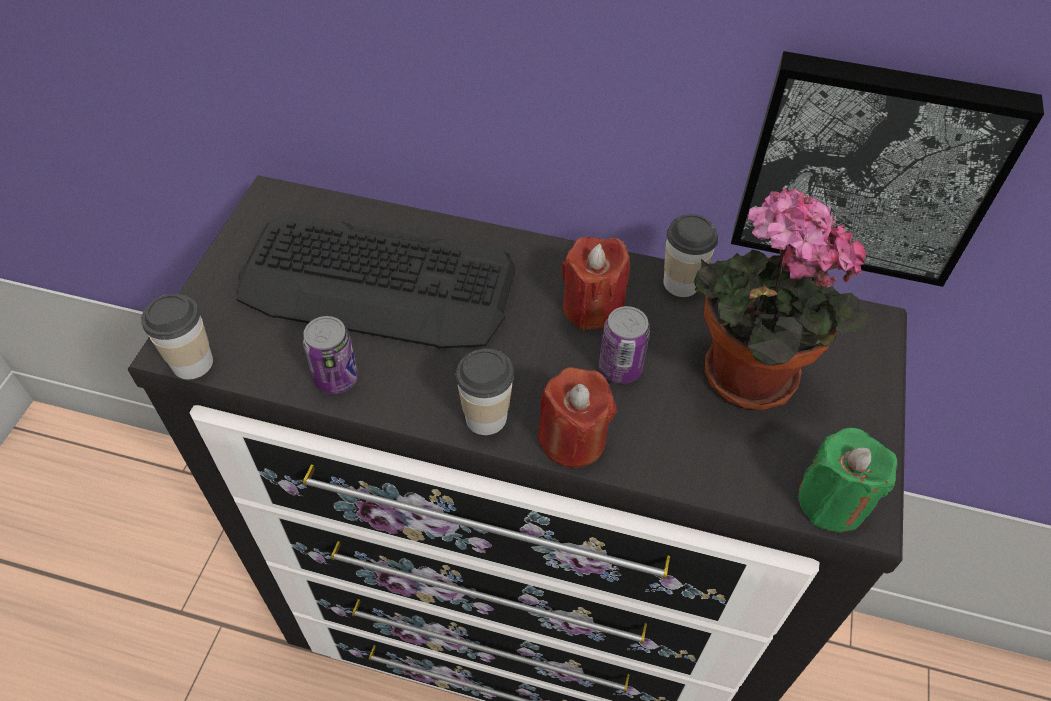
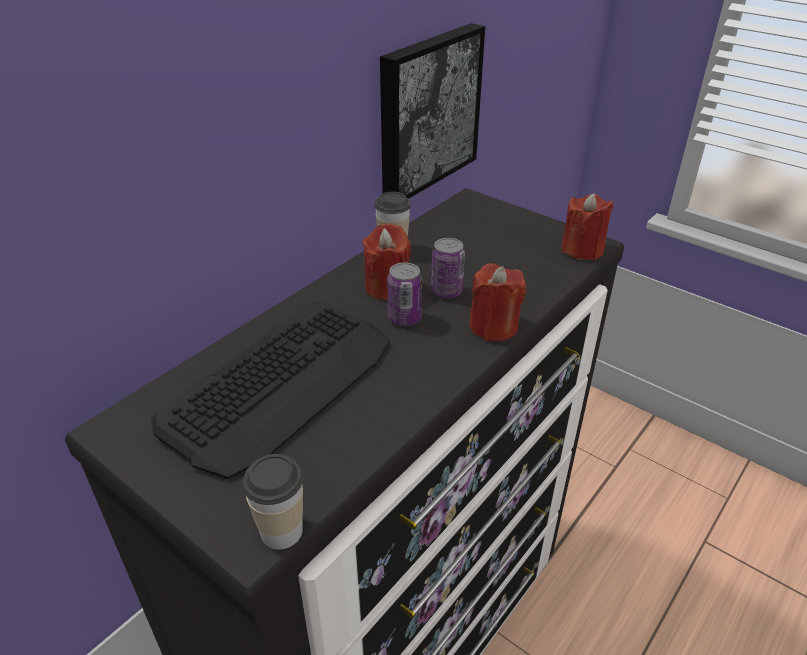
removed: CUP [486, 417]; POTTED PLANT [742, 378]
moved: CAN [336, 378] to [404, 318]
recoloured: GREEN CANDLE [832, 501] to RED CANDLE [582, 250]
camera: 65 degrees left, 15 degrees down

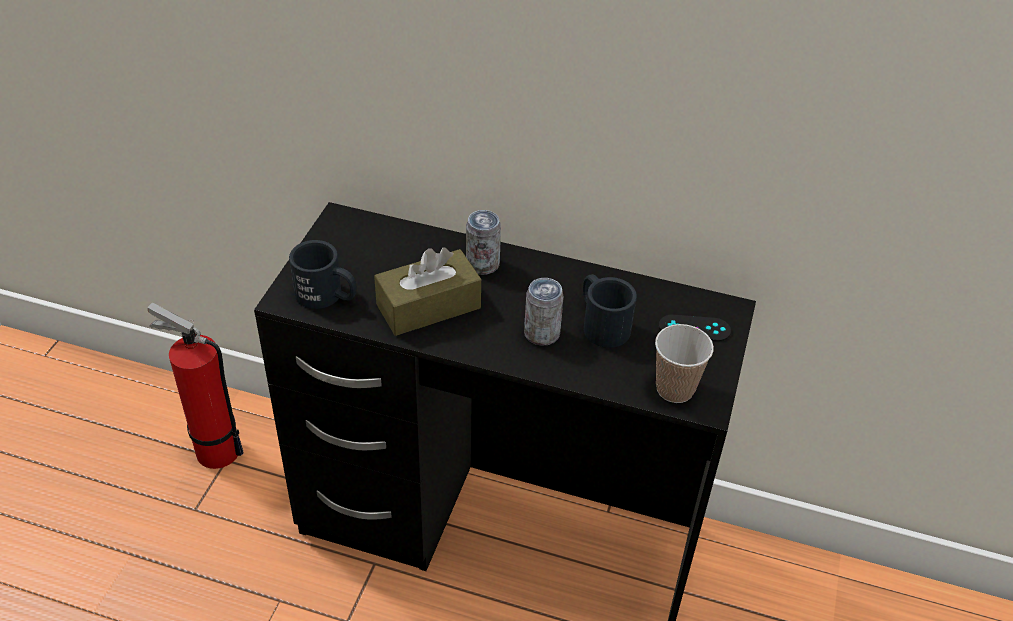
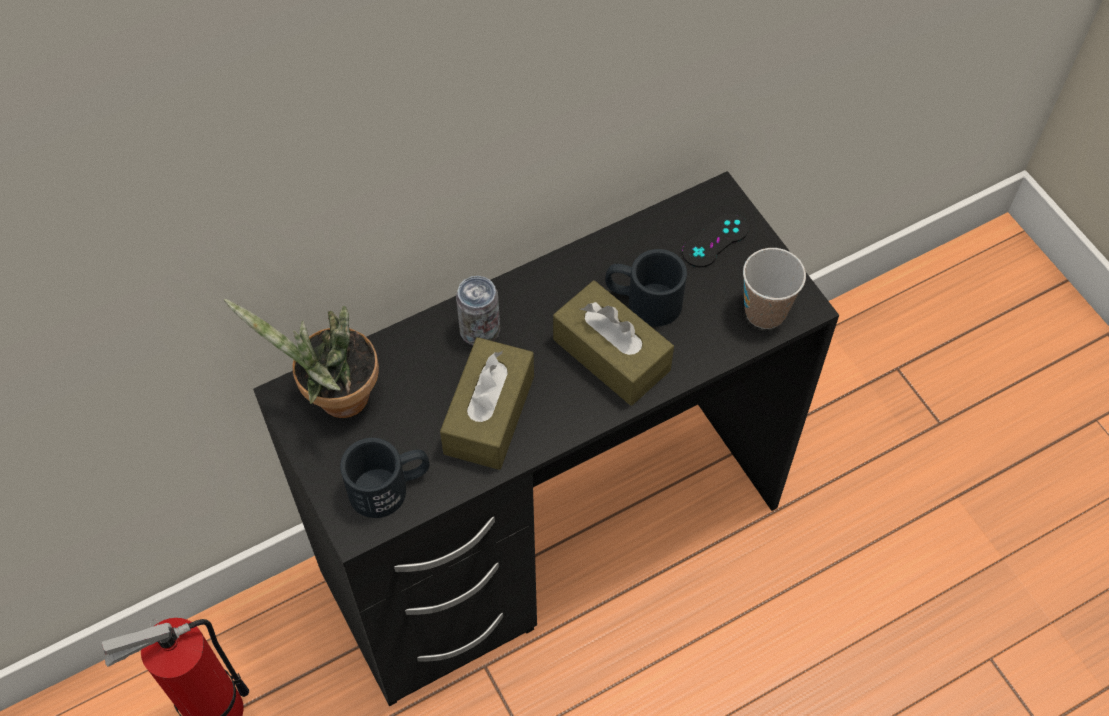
added: POTTED PLANT [335, 399]
replaced: CAN [541, 334] to BROWN TISSUE BOX [611, 355]
camera: 45 degrees left, 15 degrees up

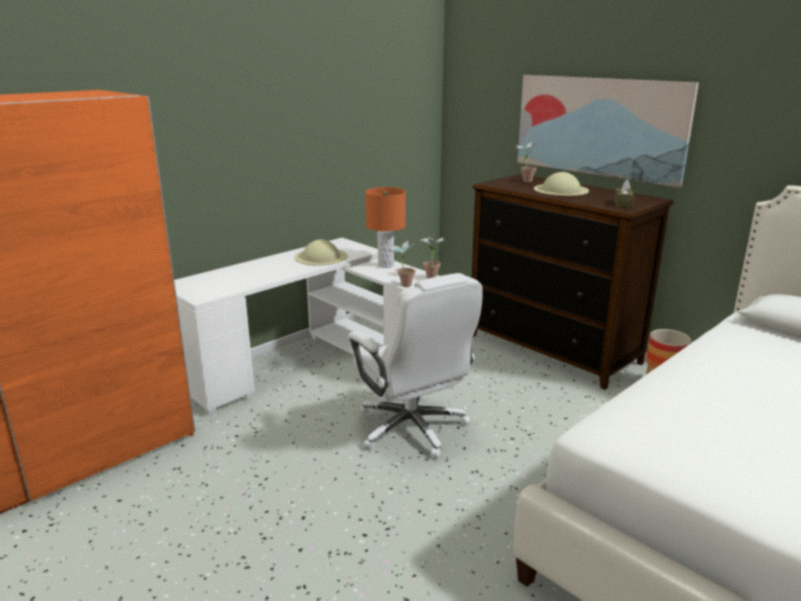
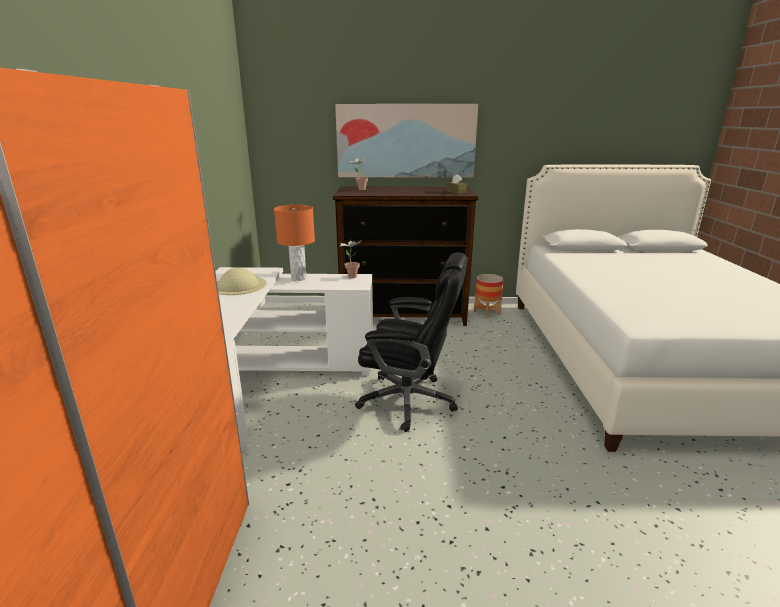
removed: POTTED PLANT [402, 285]; BEIGE HAT [561, 190]
recoloured: WHITE OFFICE CHAIR [412, 429] to BLACK OFFICE CHAIR [409, 401]
camera: 45 degrees left, 0 degrees up

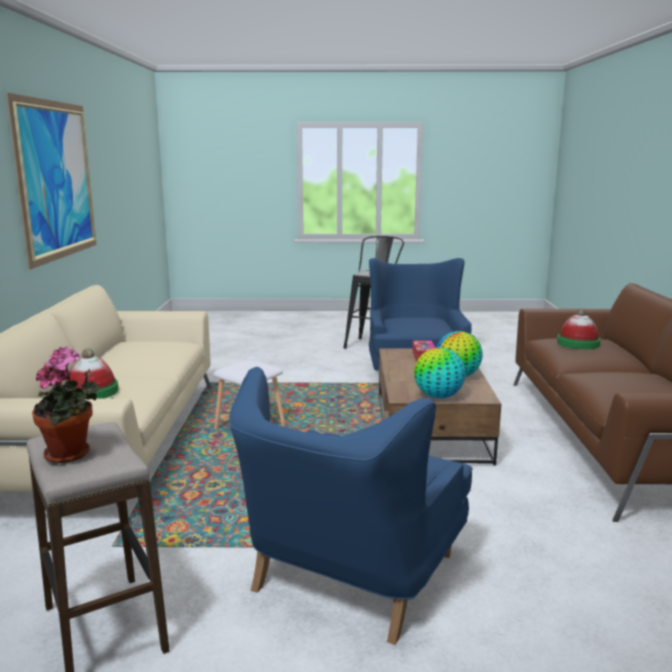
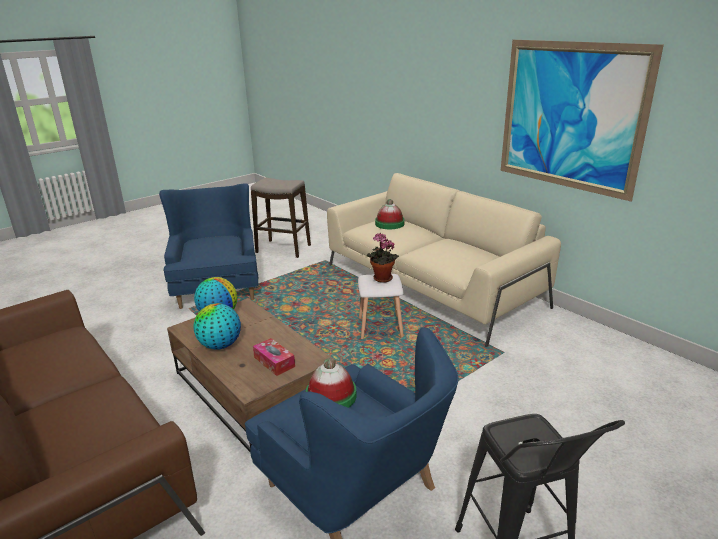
moved: POTTED PLANT [71, 454] to [381, 279]; HAT [578, 343] to [331, 396]
camera: 140 degrees right, 10 degrees up

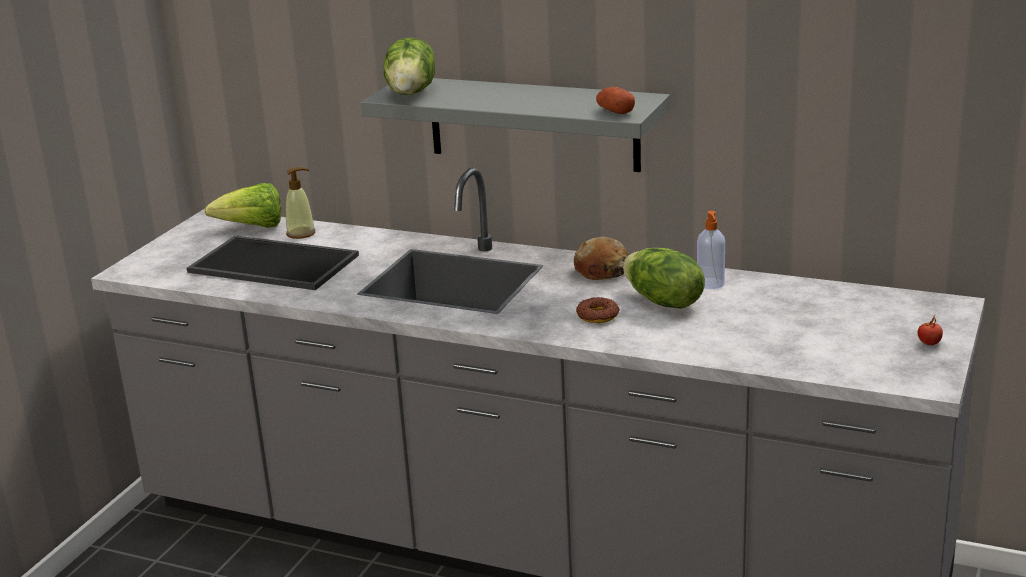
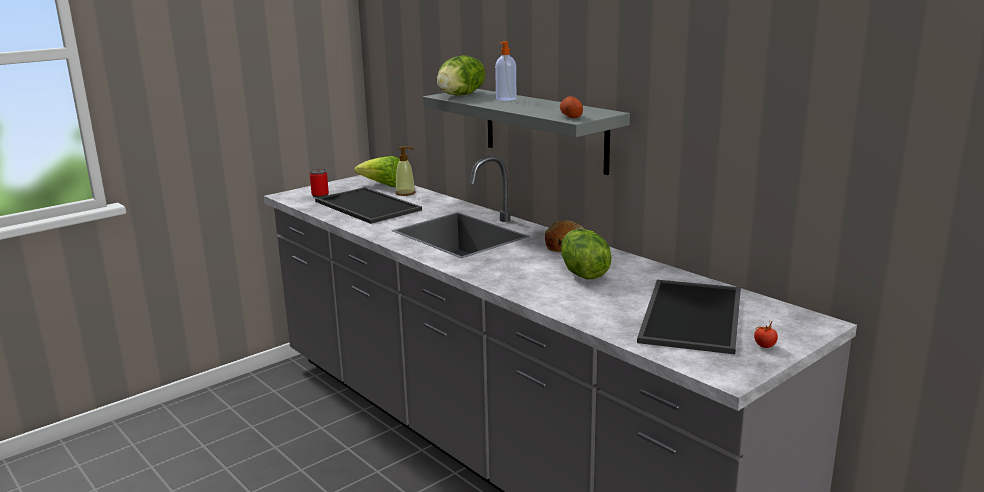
removed: DONUT [597, 316]
added: CAN [320, 195]; TRAY [694, 316]
moved: SOAP DISPENSER [710, 284] to [505, 99]
camera: 25 degrees right, 5 degrees down

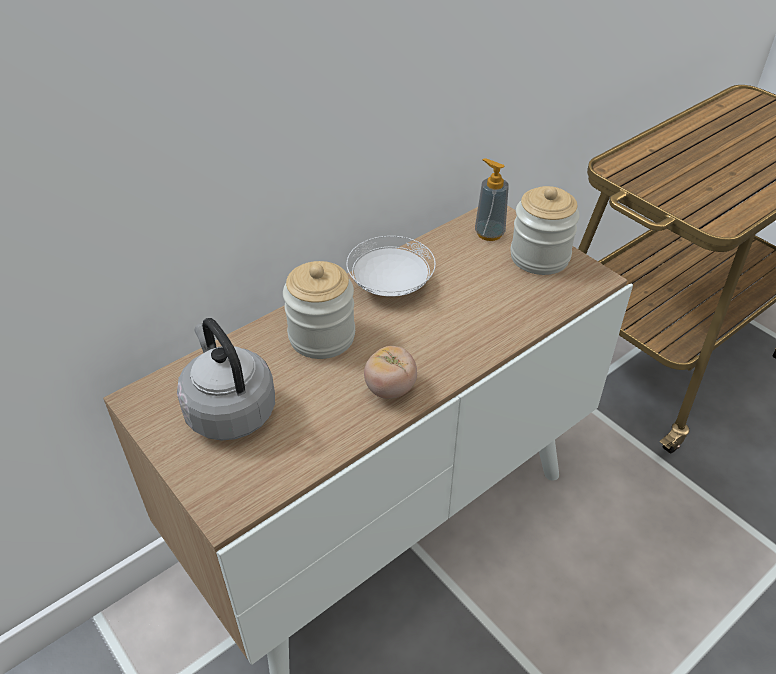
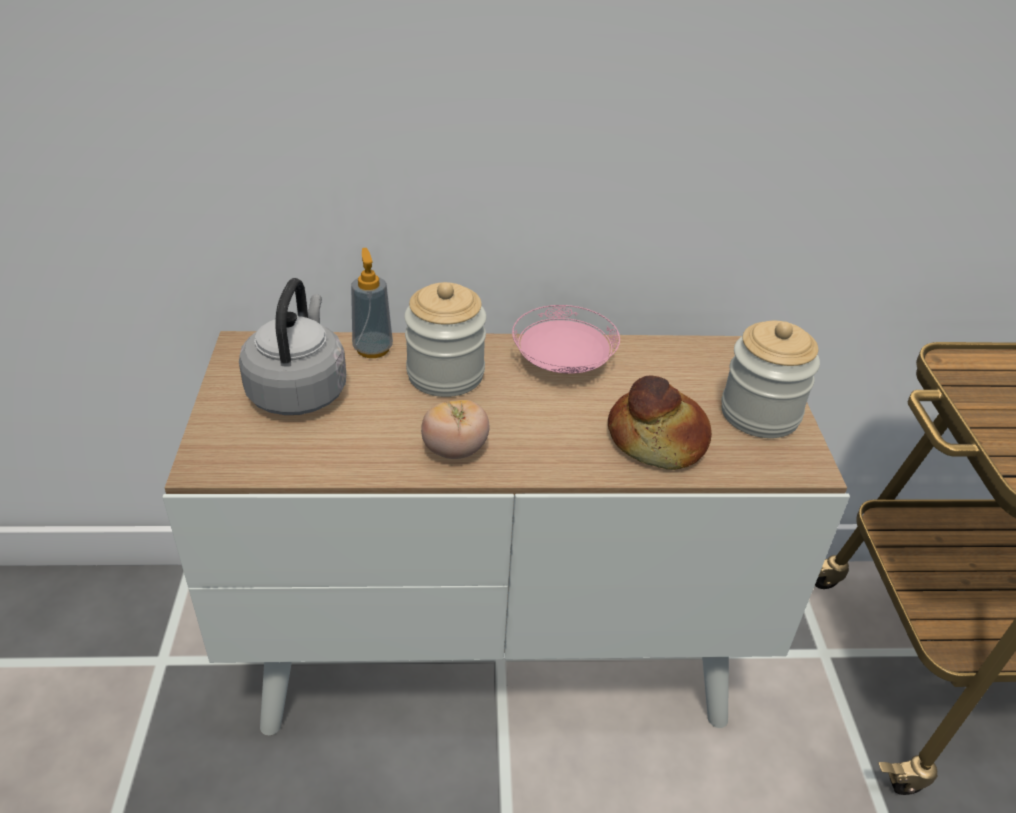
added: BREAD [658, 439]
moved: SOAP DISPENSER [489, 233] to [373, 348]
recoloured: WHITE PLATE [390, 285] to PINK PLATE [562, 363]
camera: 35 degrees right, 5 degrees down

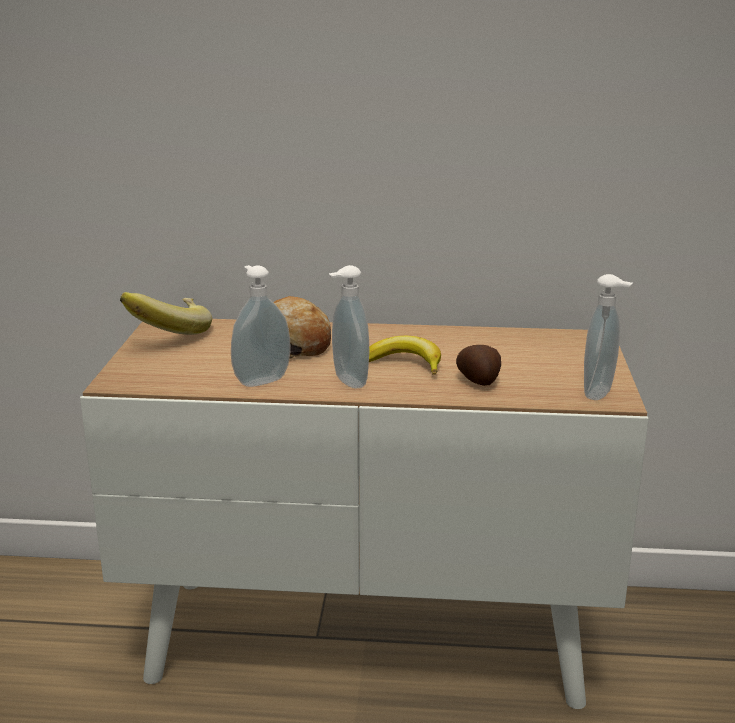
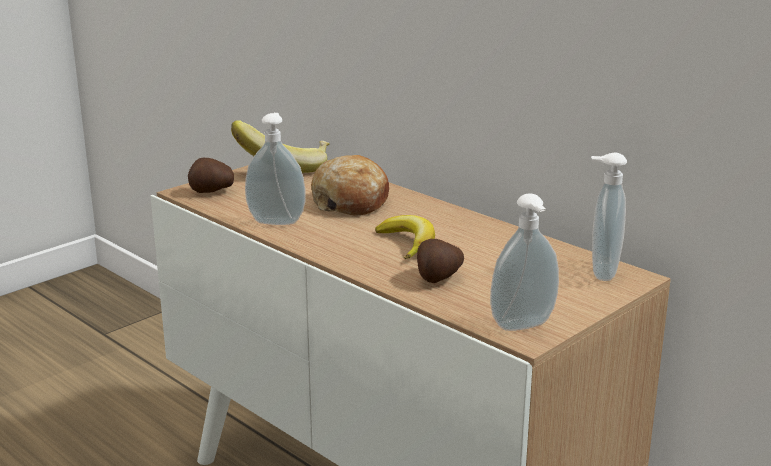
added: POTATO [211, 191]
moved: SOAP DISPENSER [347, 382] to [601, 272]
camera: 40 degrees right, 0 degrees up

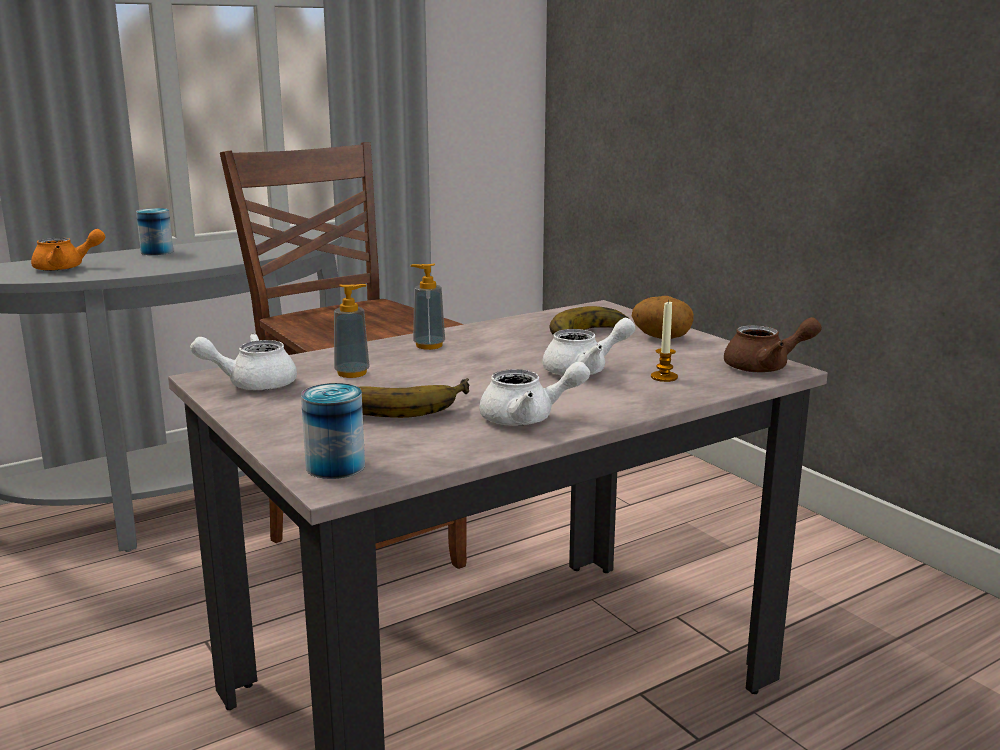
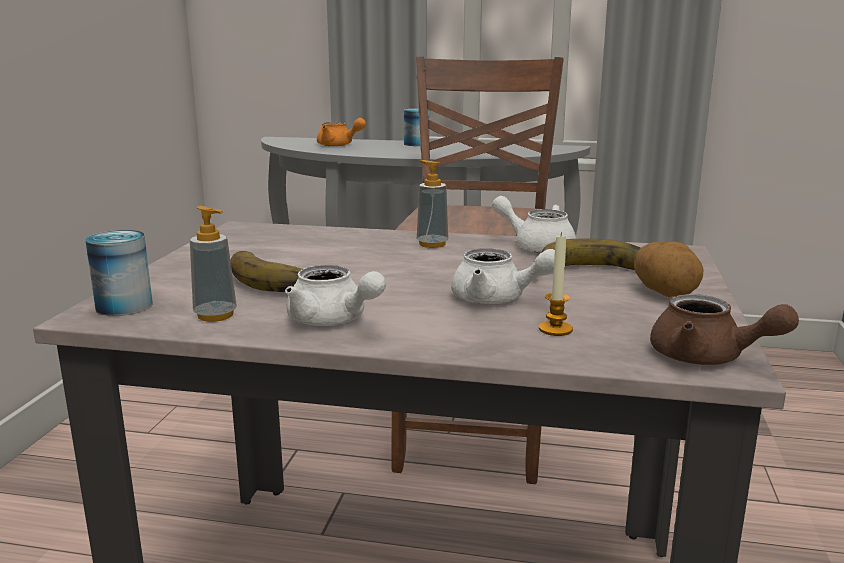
moved: WHITE TEAPOT [252, 384] to [537, 246]; SOAP DISPENSER [352, 373] to [215, 315]
camera: 45 degrees right, 0 degrees up

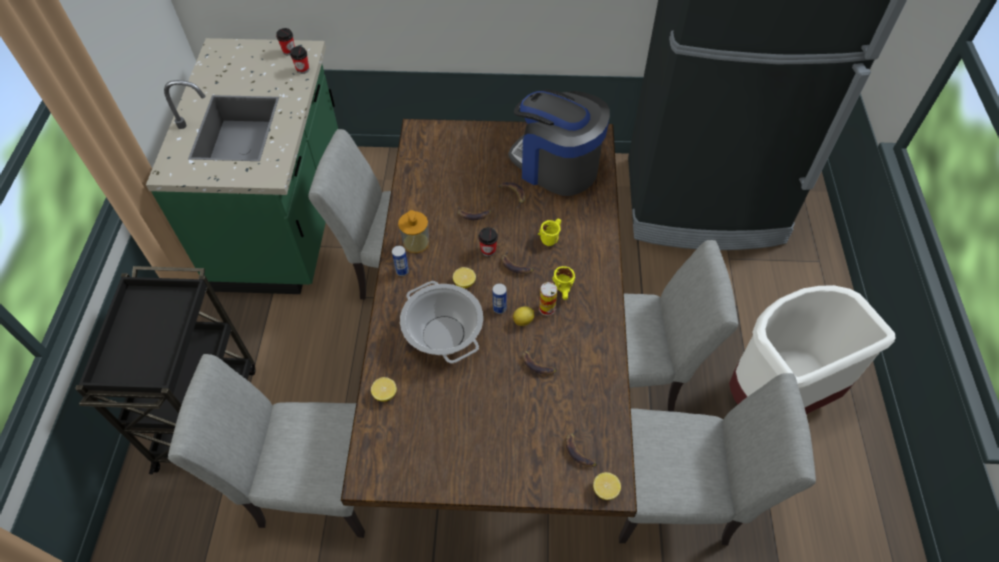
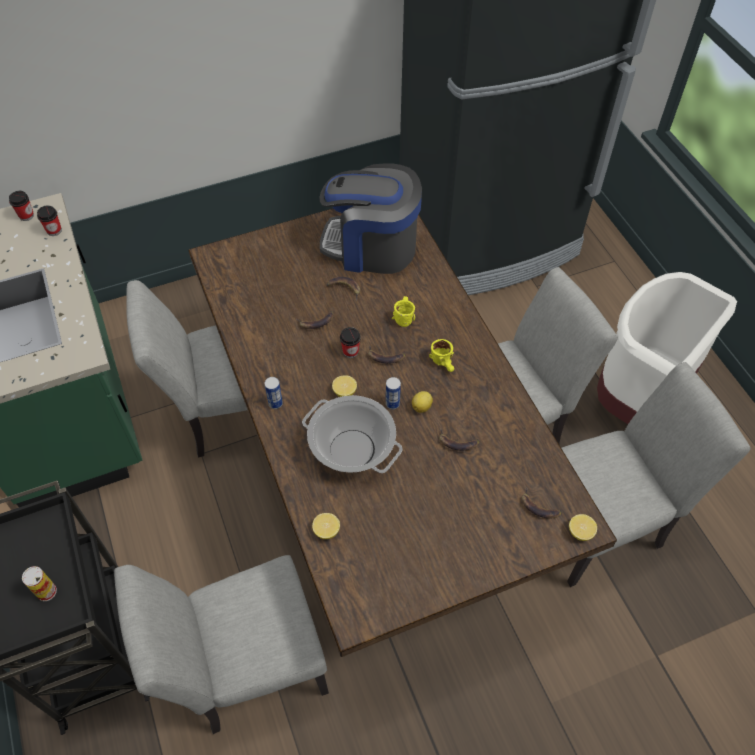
removed: SOAP DISPENSER [416, 243]
moved: CAN [547, 308] to [46, 591]
camera: 25 degrees left, 0 degrees up

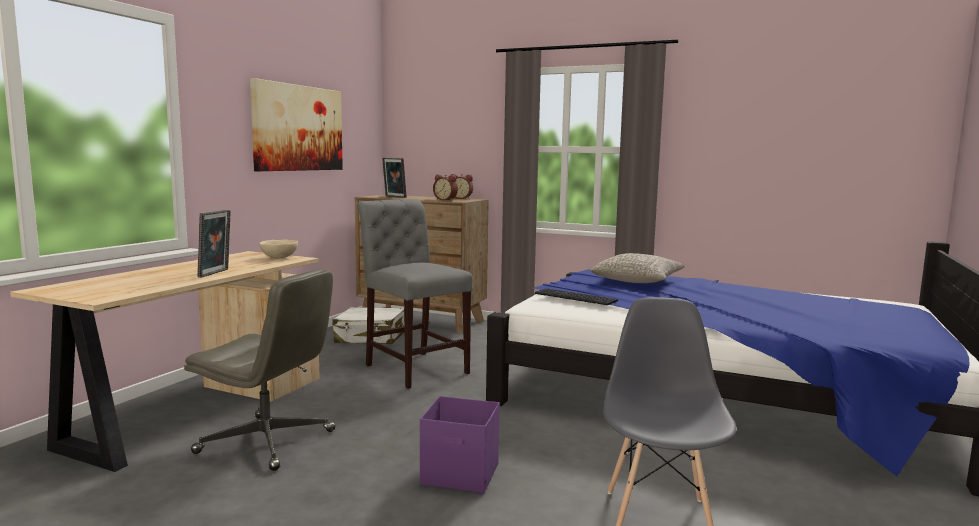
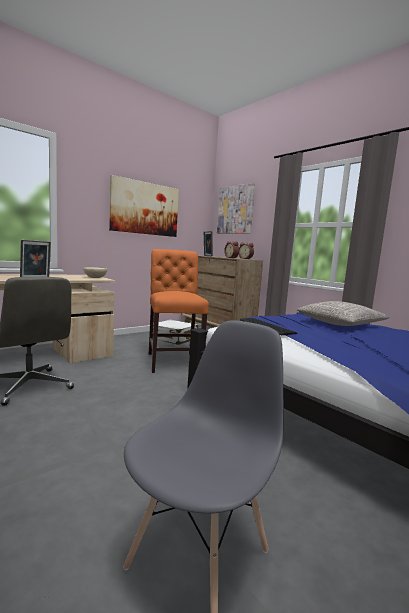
removed: PURPLE STORAGE BOX [461, 475]
added: PICTURE [235, 210]
recoloured: GREY CHAIR [414, 367] to ORANGE CHAIR [173, 360]
camera: 25 degrees right, 0 degrees up

